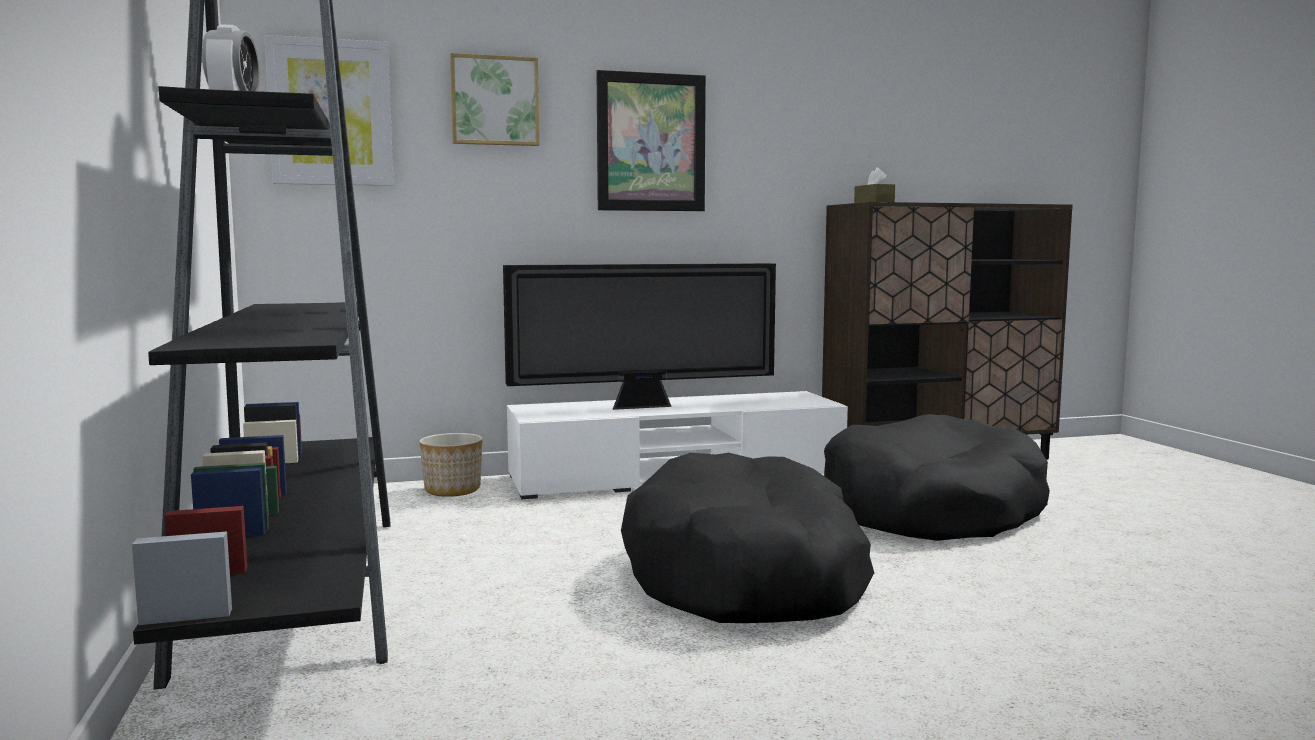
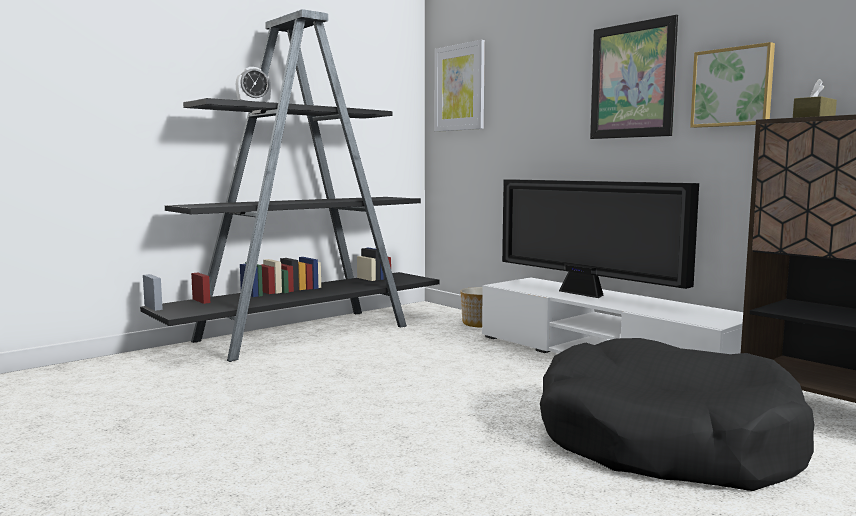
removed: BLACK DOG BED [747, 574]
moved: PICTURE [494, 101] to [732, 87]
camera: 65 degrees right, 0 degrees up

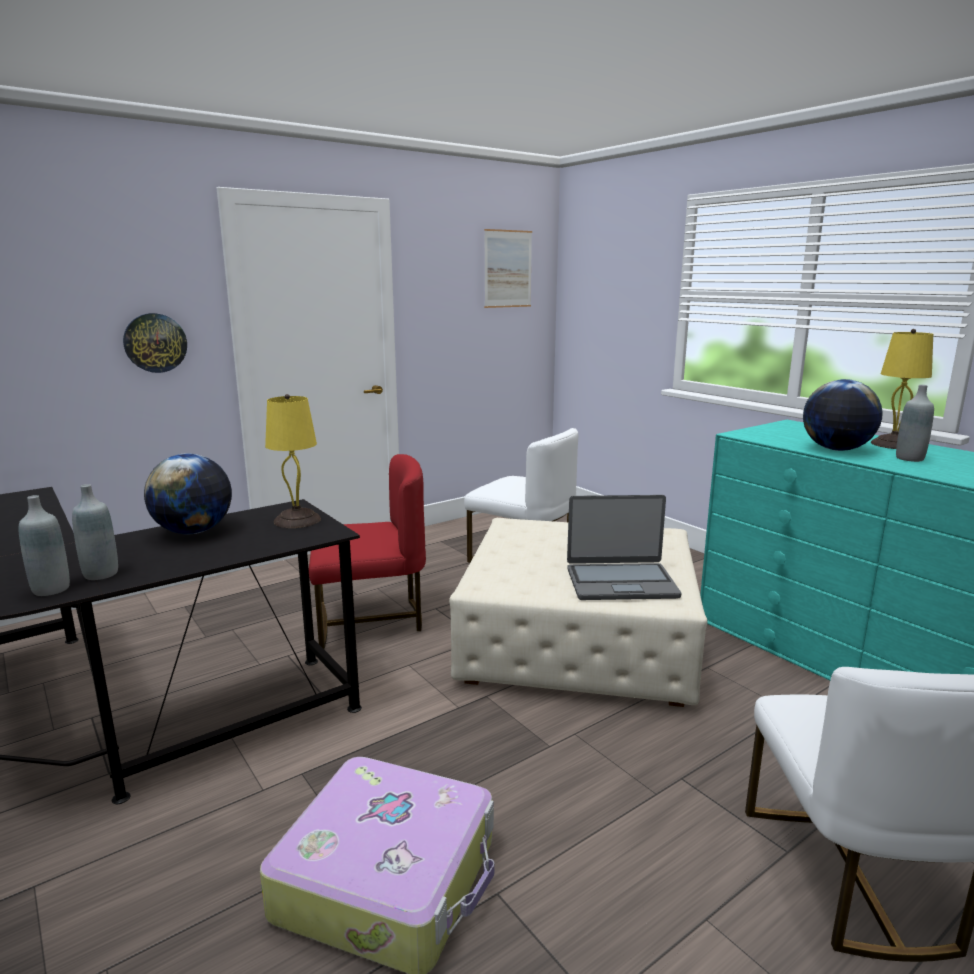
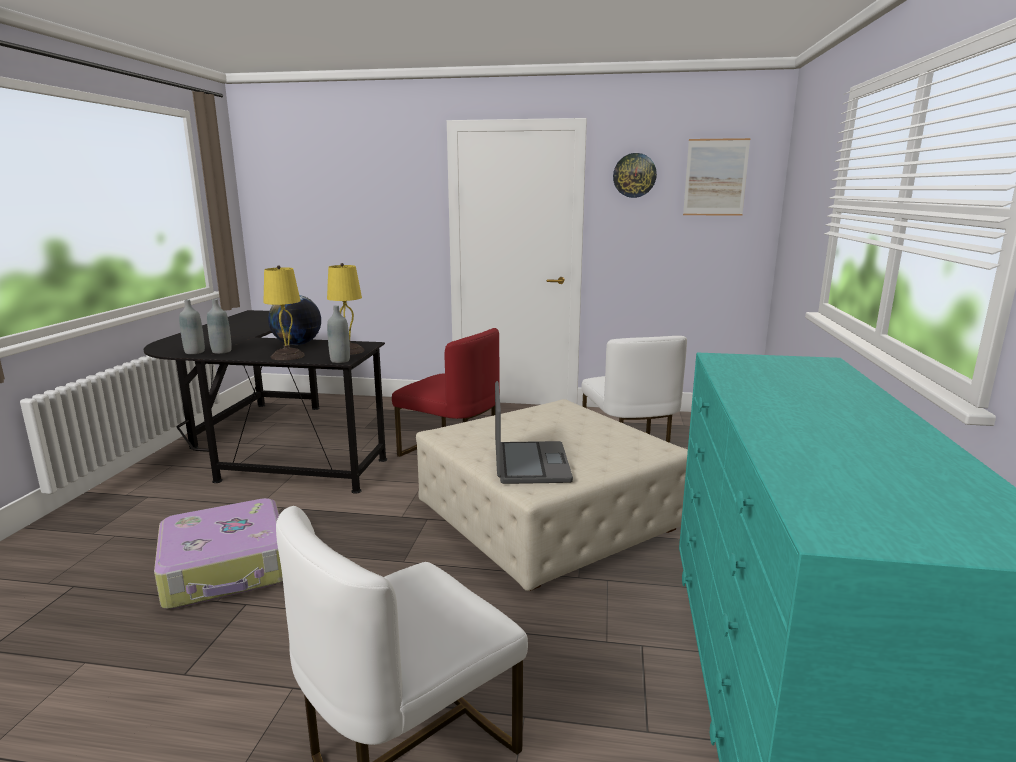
removed: GLOBE [836, 449]
moved: WALL CLOCK [155, 343] to [634, 175]; YELLOW TABLE LAMP [894, 444] to [287, 356]; GREY BOTTLE [909, 458] to [340, 360]
turned: LAPTOP [620, 582] = [530, 464] 135 degrees counterclockwise
camera: 45 degrees right, 0 degrees up

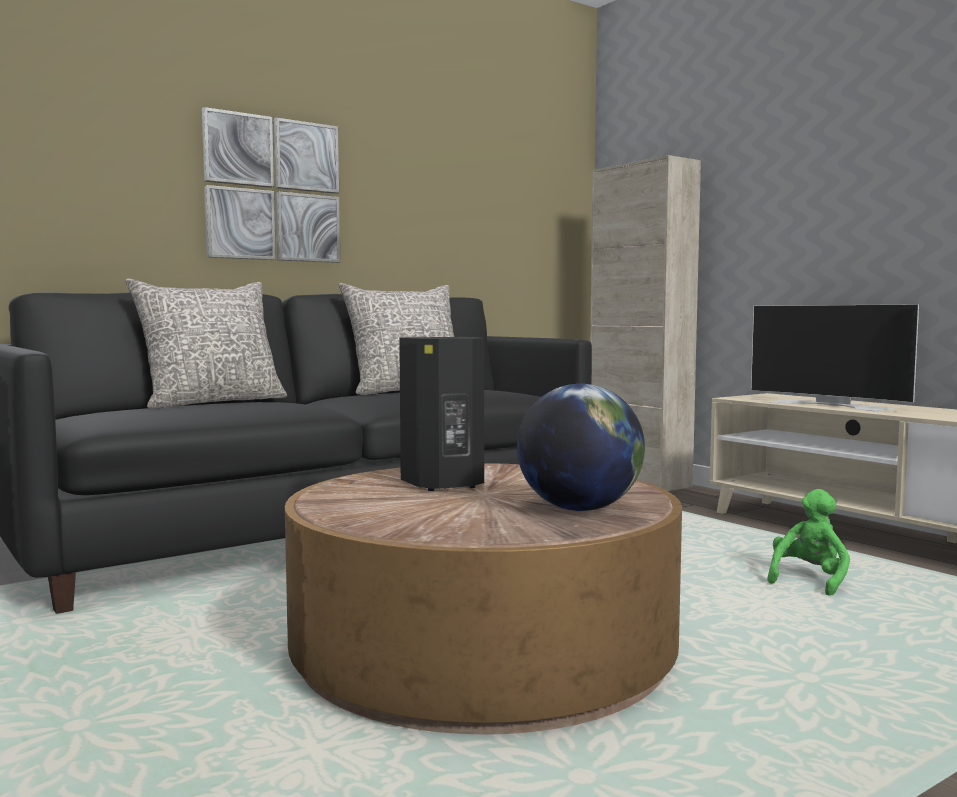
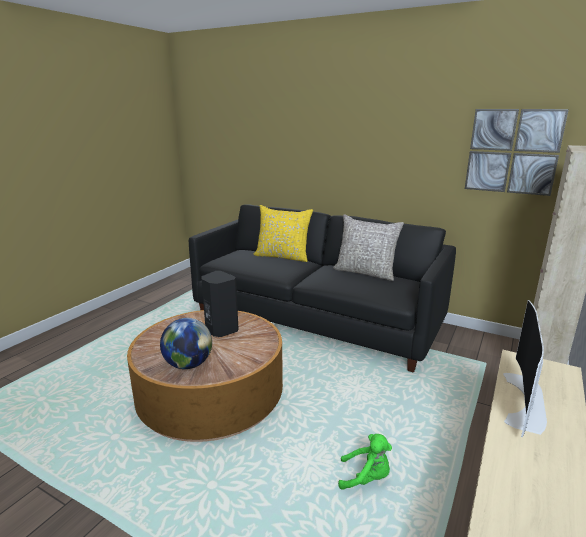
moved: PICTURE [273, 189] to [512, 151]
recoloured: GREY PILLOW [212, 402] to YELLOW PILLOW [283, 256]
camera: 65 degrees right, 15 degrees up

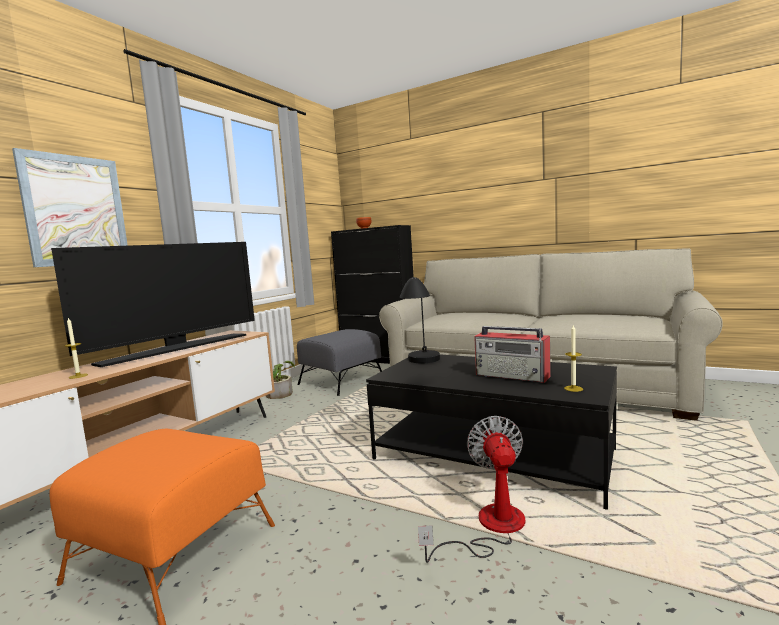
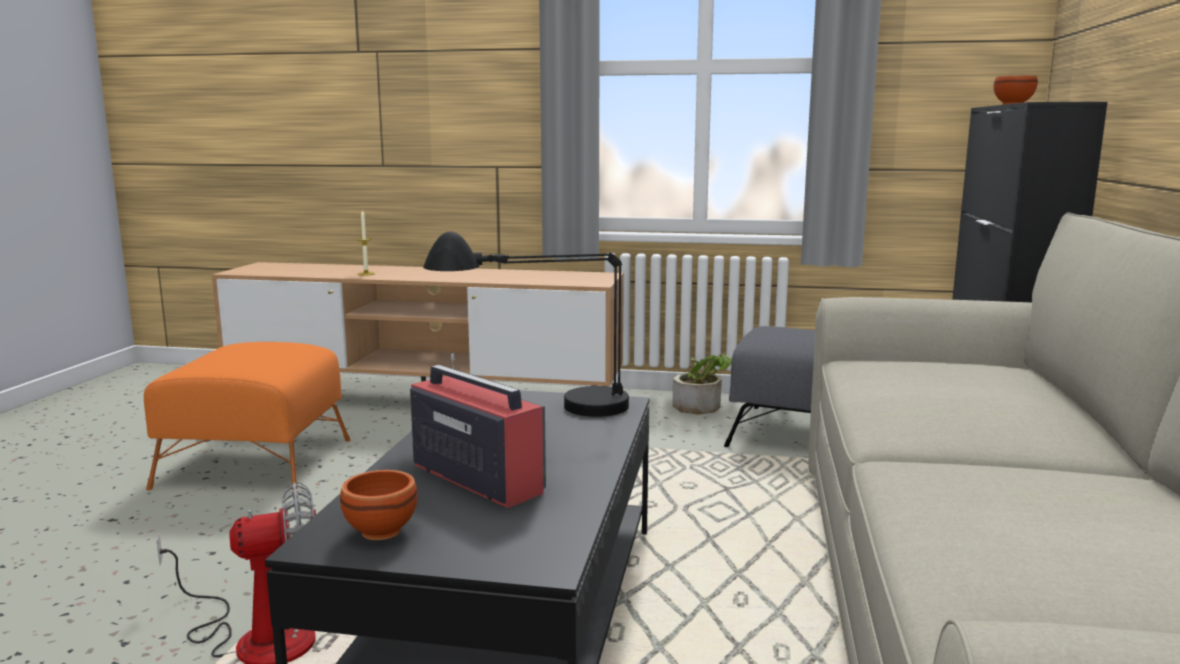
removed: PICTURE [76, 211]; TELEVISION [177, 349]
replaced: CANDLE [573, 388] to BROWN BOWL [380, 530]
turned: RADIO [513, 376] = [476, 478] 120 degrees clockwise
camera: 70 degrees right, 5 degrees up

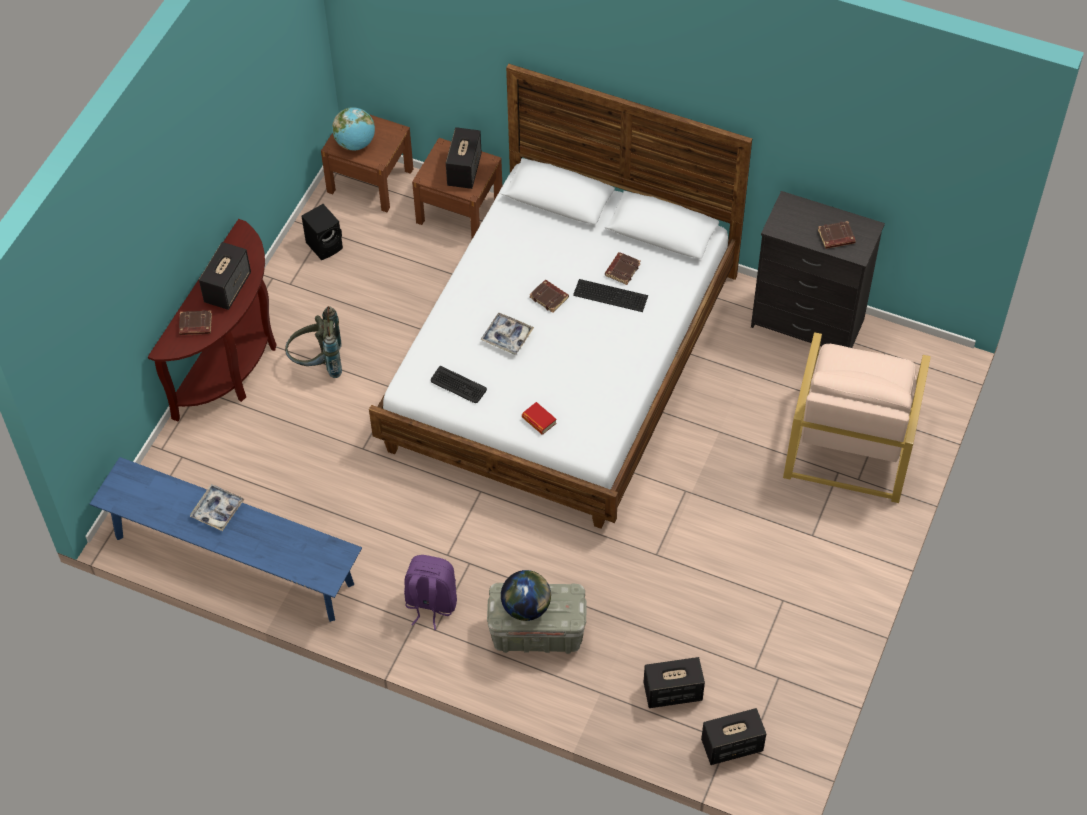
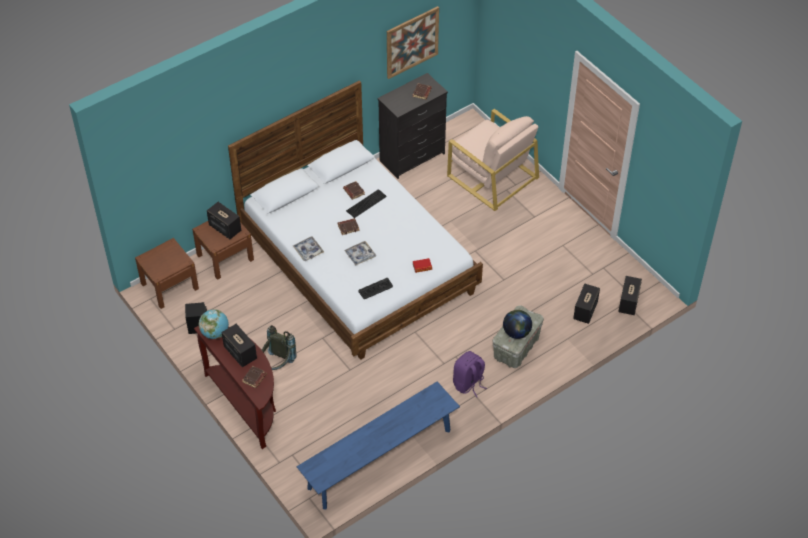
added: PICTURE [412, 42]
moved: TRAY [217, 510] to [308, 251]; GLOBE [355, 143] to [215, 333]
camera: 60 degrees left, 5 degrees down

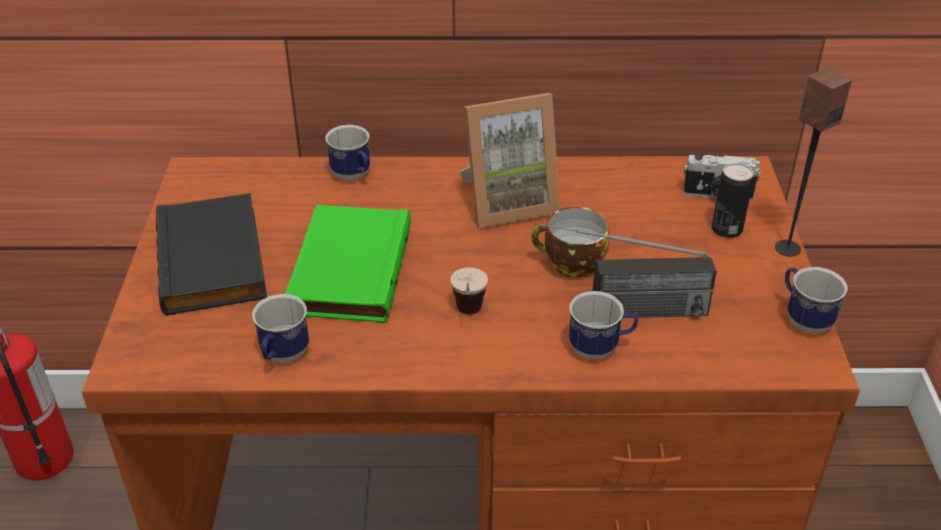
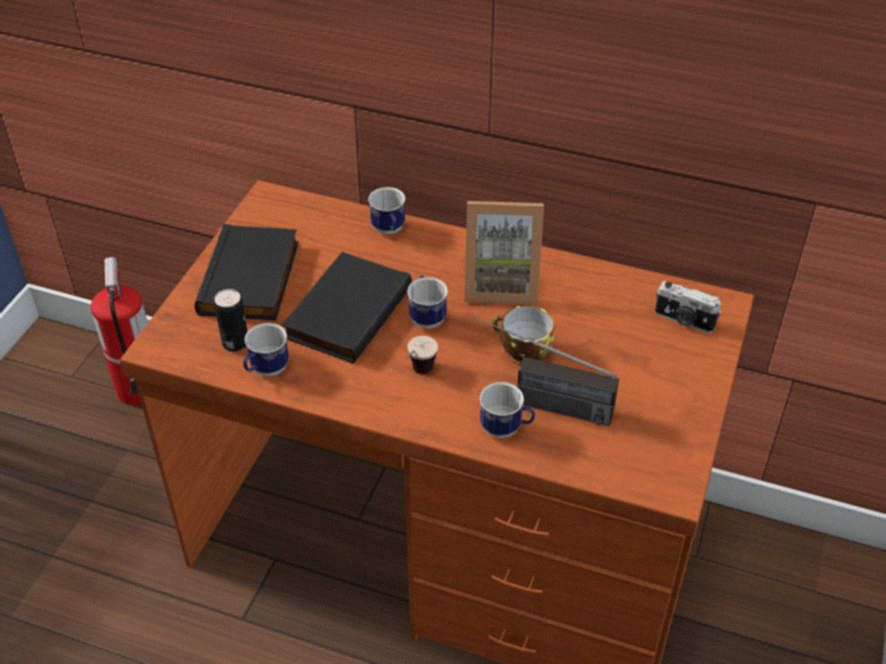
removed: SPEAKER [787, 248]
moved: CAN [726, 229] to [235, 343]; MUG [803, 318] to [426, 316]
recoloured: GREEN BOOK [347, 269] to BLACK BOOK [346, 311]
camera: 20 degrees right, 5 degrees up

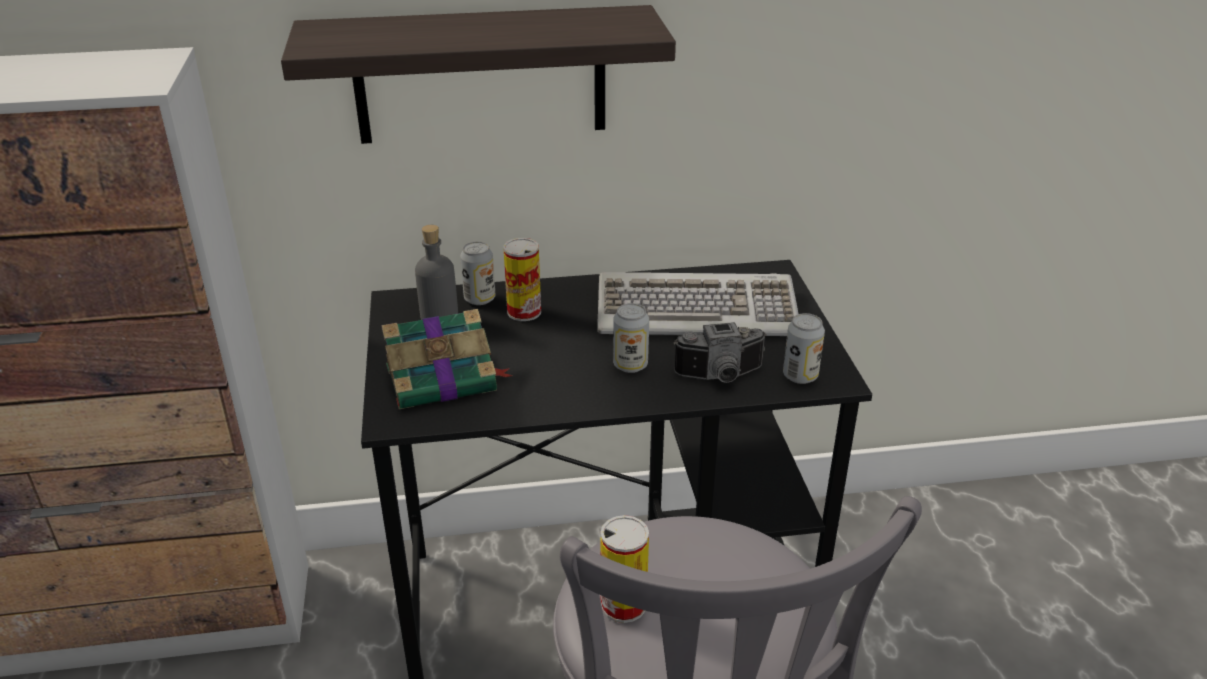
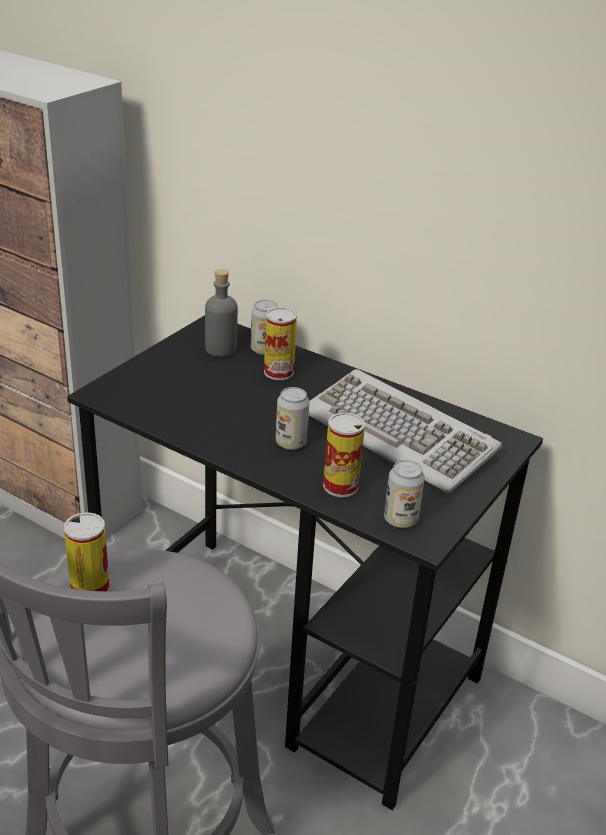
removed: SHELF [480, 75]; BOOK [444, 378]
replaced: PHOTO CAMERA [721, 377] to CAN [340, 486]
camera: 40 degrees right, 0 degrees up

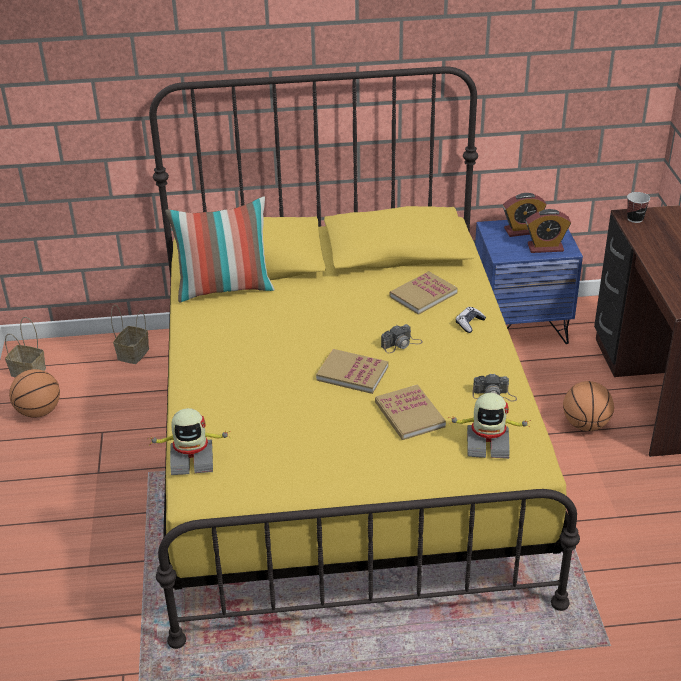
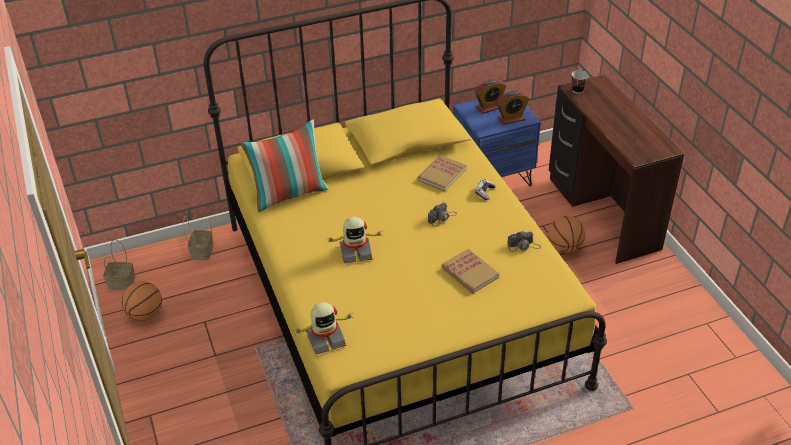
removed: BOOK [352, 373]
moved: TOY ROBOT [487, 443] to [355, 251]
camera: 15 degrees left, 5 degrees up

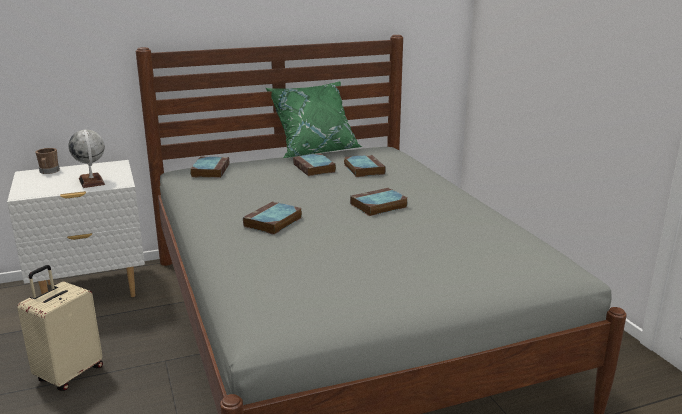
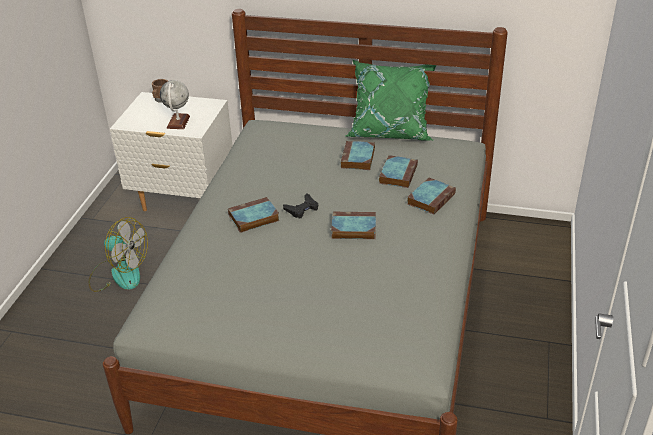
added: BLACK GAME CONTROLLER [302, 209]
moved: BOOK [210, 170] to [431, 198]
replaced: BEIGE SUITCASE [69, 374] to FAN [119, 274]
camera: 35 degrees right, 15 degrees up

